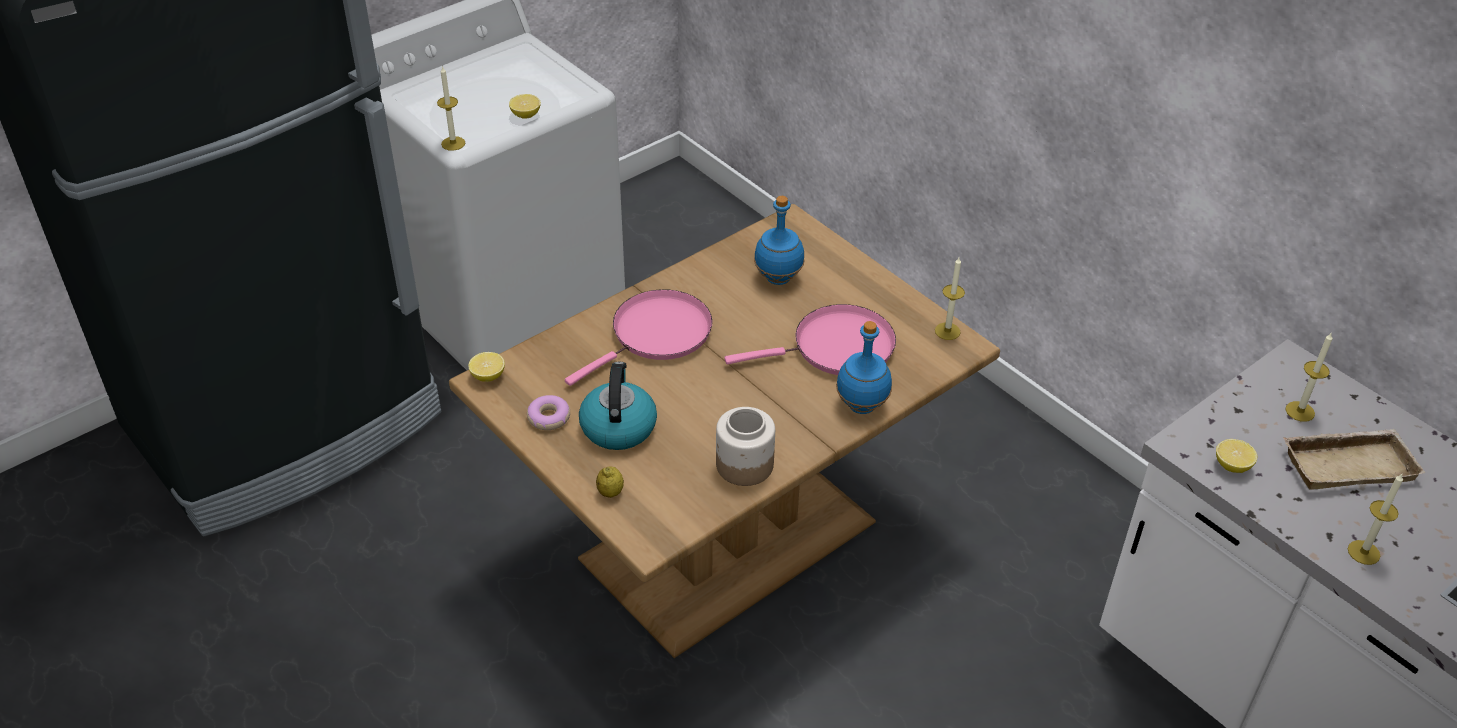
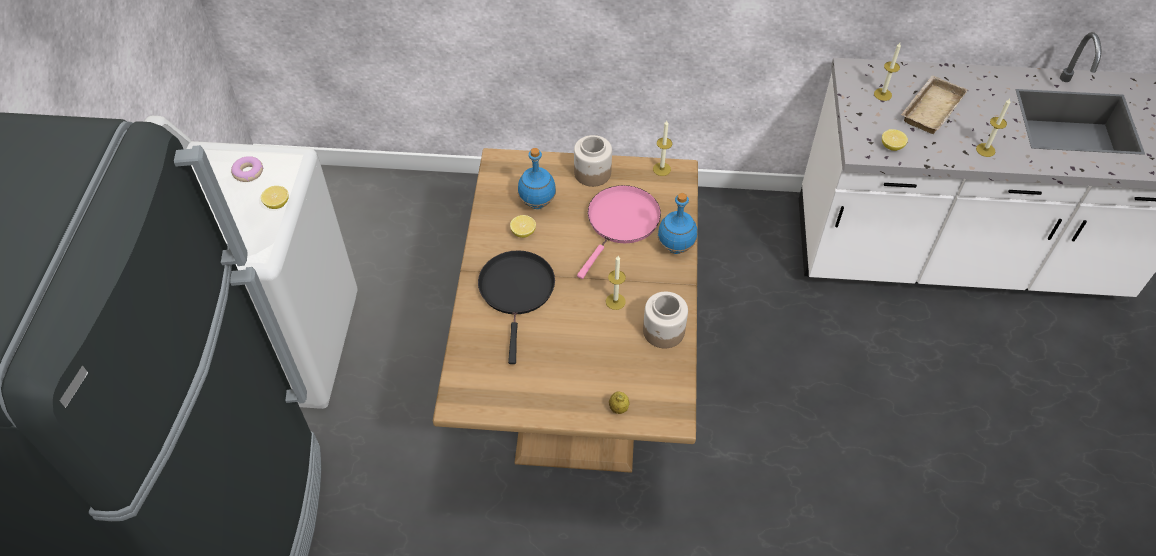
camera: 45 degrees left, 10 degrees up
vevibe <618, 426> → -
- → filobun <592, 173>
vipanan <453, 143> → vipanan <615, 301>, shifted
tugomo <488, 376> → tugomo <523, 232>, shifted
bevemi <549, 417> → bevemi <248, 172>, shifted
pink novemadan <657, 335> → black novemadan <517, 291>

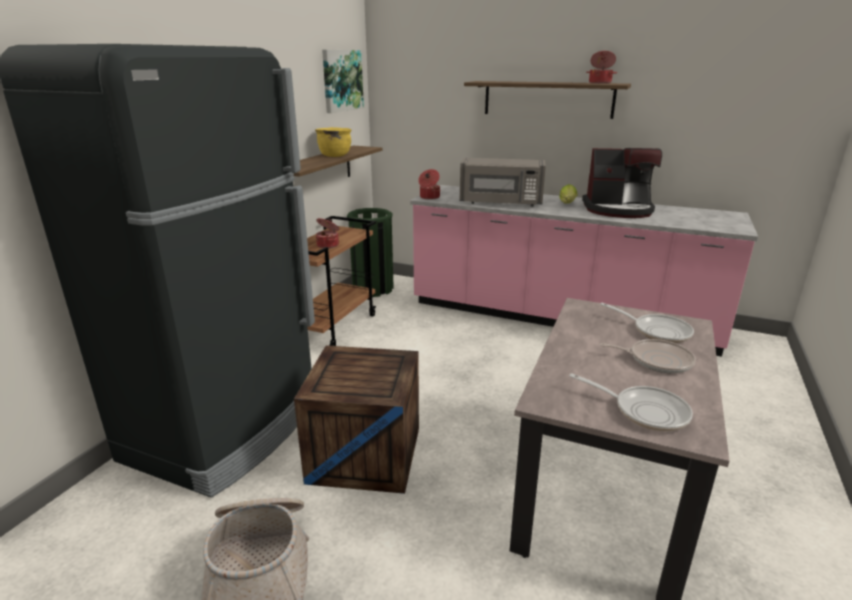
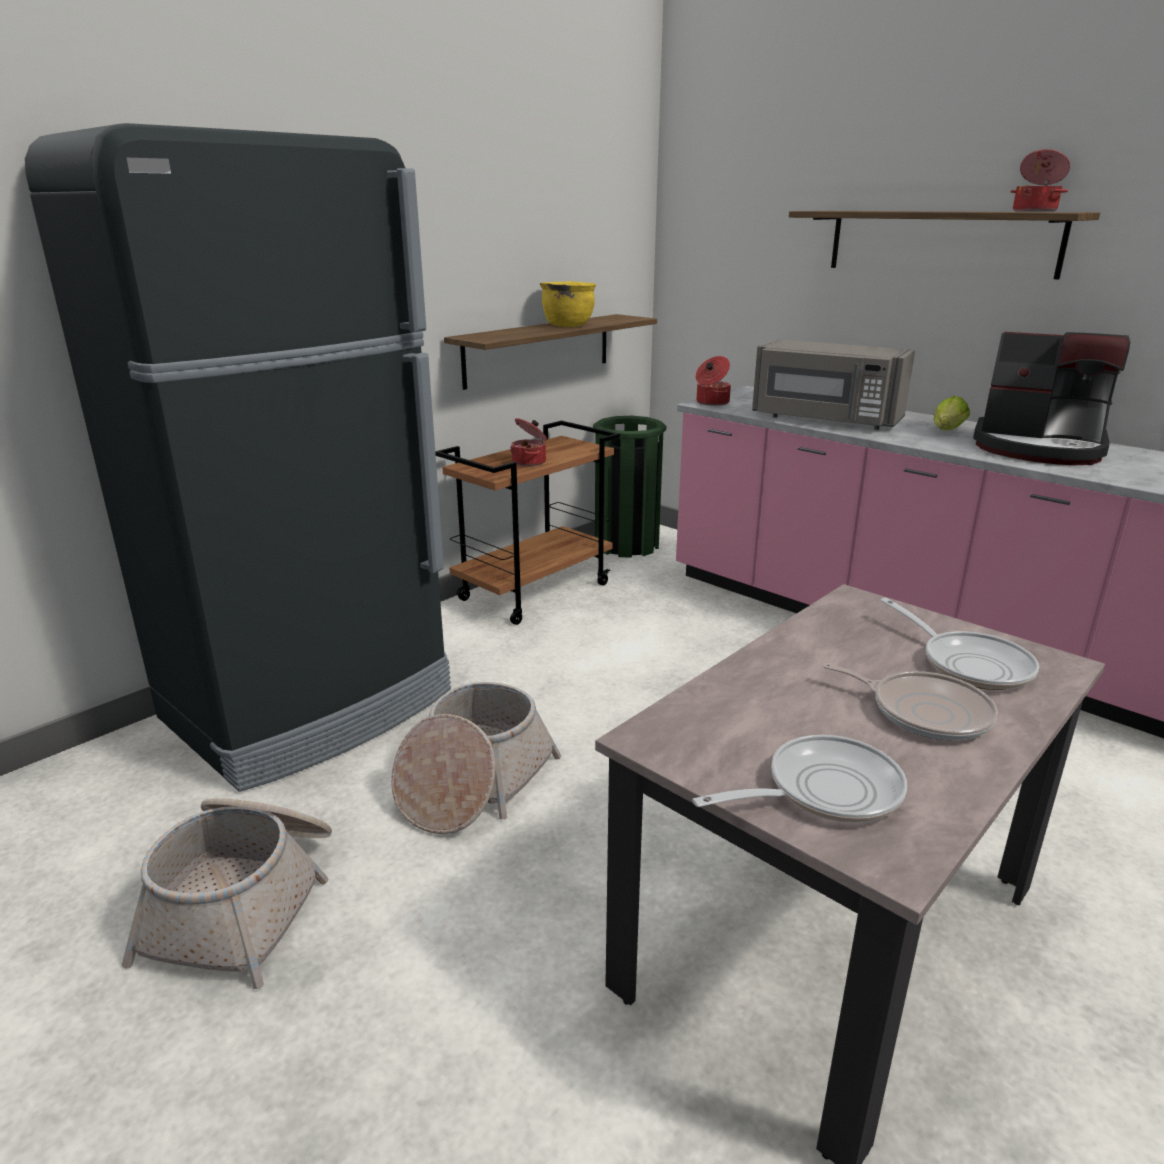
camera: 20 degrees right, 0 degrees up
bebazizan <341, 80> → -
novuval <365, 454> → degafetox <474, 783>
novemadan <644, 411> → novemadan <823, 791>, 75 degrees counterclockwise

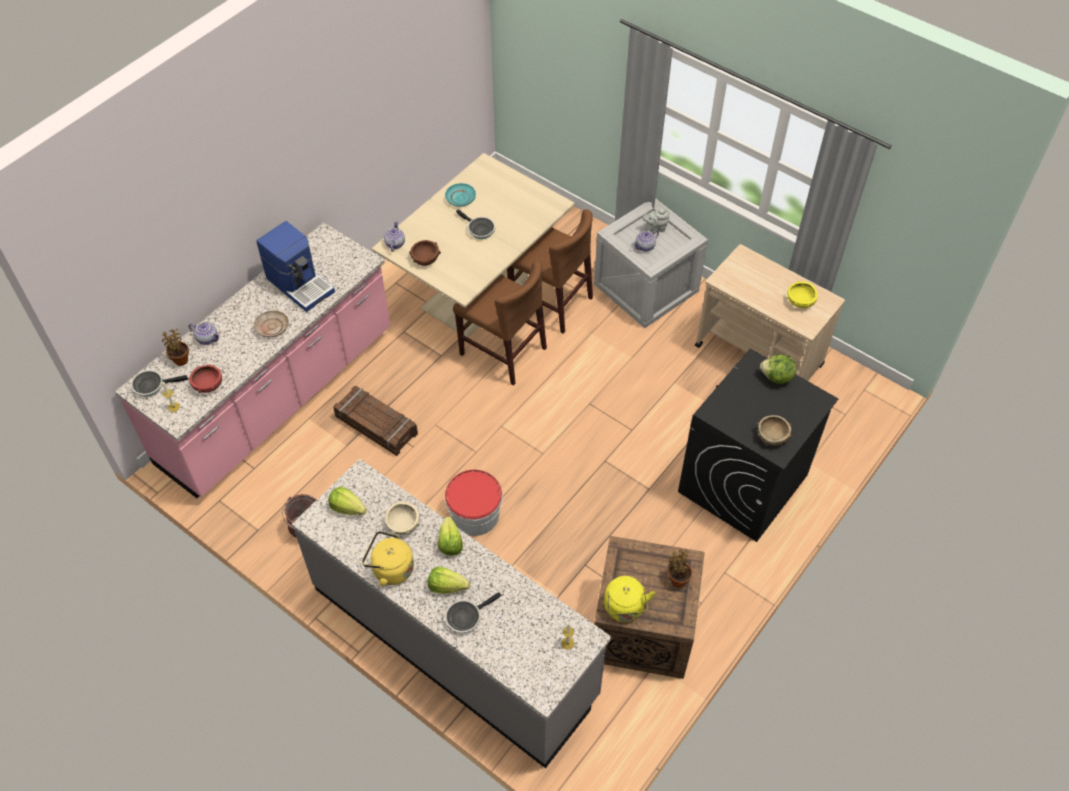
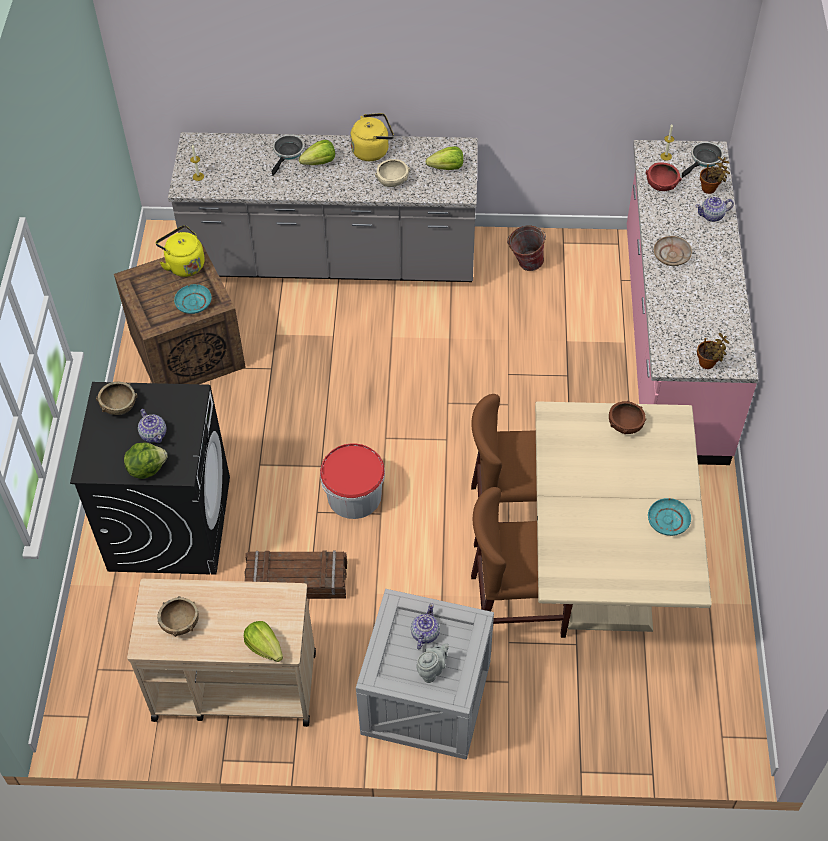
camera: 145 degrees right, 0 degrees up
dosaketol <300, 284> → -
novemadan <479, 229> → -
- → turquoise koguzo <193, 303>
novuval <376, 426> → novuval <296, 580>, shifted
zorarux <395, 244> → zorarux <154, 434>, shifted
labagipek <450, 543> → labagipek <264, 647>, shifted
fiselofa <475, 514> → fiselofa <354, 495>, shifted
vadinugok <677, 579> → vadinugok <708, 364>, shifted
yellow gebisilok <800, 301> → brown gebisilok <180, 623>

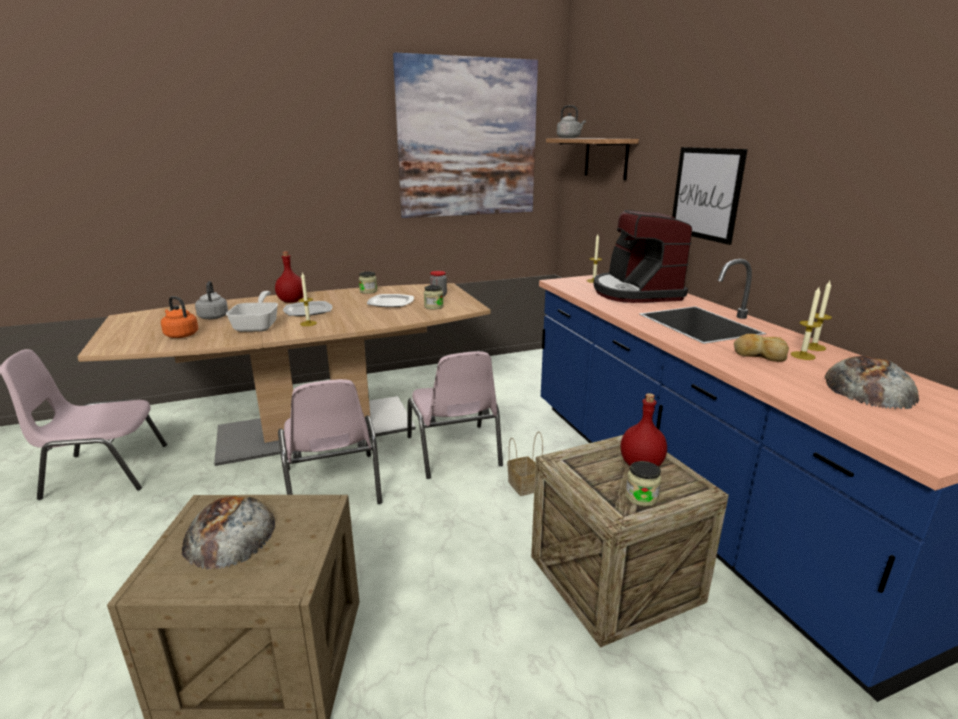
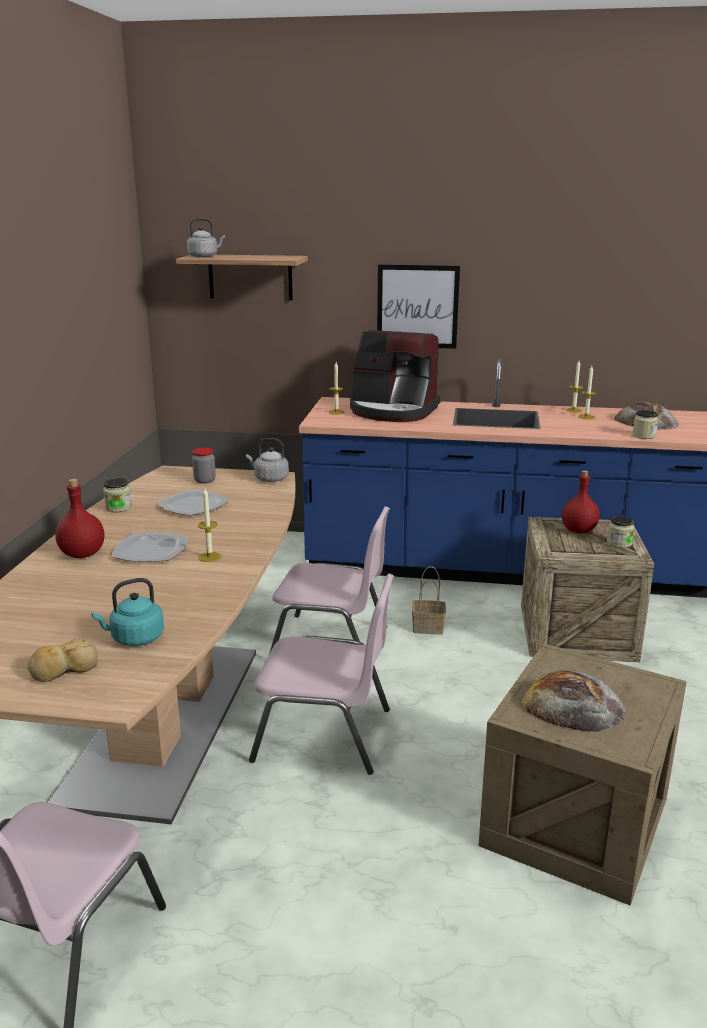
camera: 60 degrees left, 0 degrees up
novemadan <258, 325> → -
bebazizan <468, 139> → -
grey vevibe <214, 316> → grey vevibe <269, 479>, shifted
filobun <433, 307> → filobun <644, 436>, shifted
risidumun <759, 355> → risidumun <63, 669>, shifted
orange vevibe <180, 335> → turquoise vevibe <135, 639>

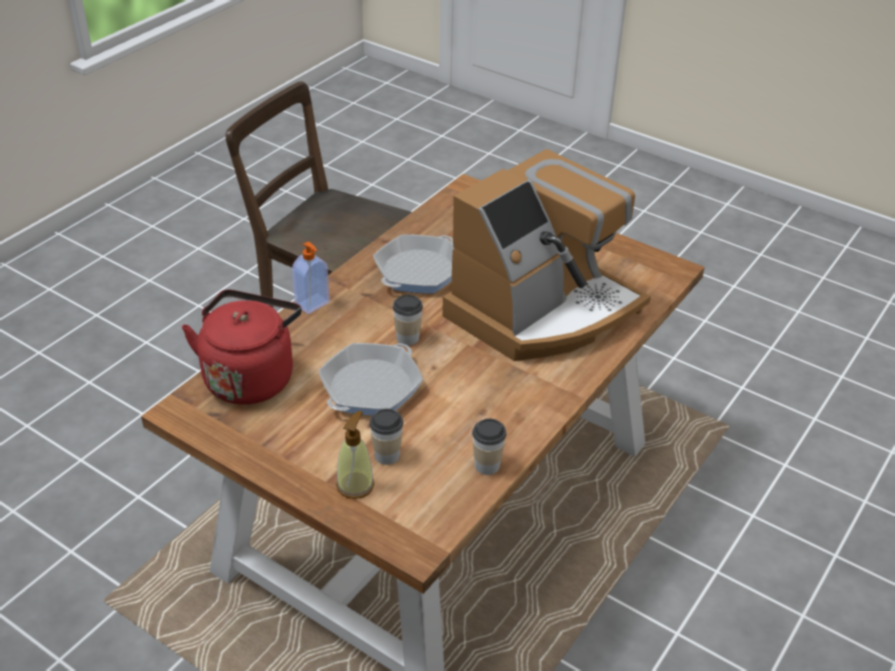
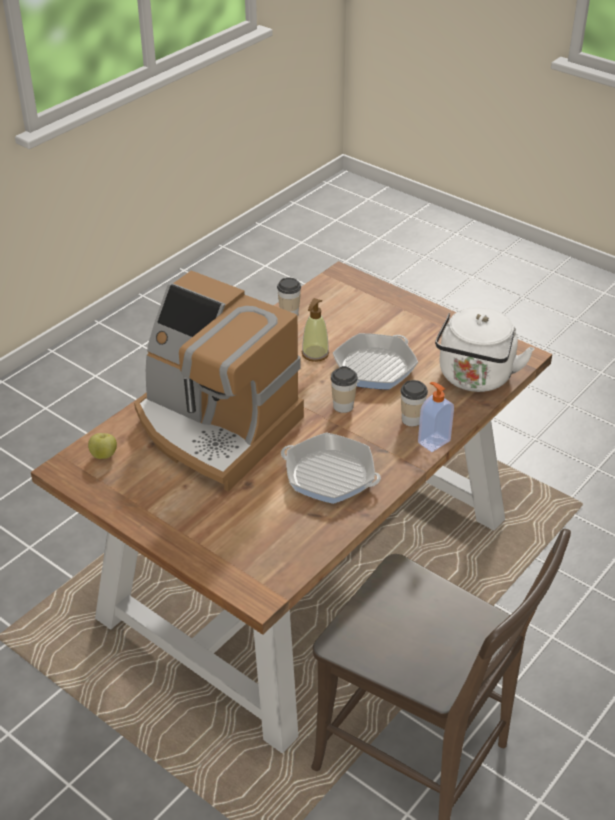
camera: 175 degrees left, 0 degrees up
- → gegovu <104, 455>
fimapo <355, 485> → fimapo <315, 354>, shifted
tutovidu <387, 455> → tutovidu <411, 419>, shifted
red vevibe <250, 376> → white vevibe <475, 378>
novemadan <418, 271> → novemadan <329, 475>, 75 degrees clockwise
dosaketol <543, 311> → dosaketol <214, 427>, 105 degrees counterclockwise

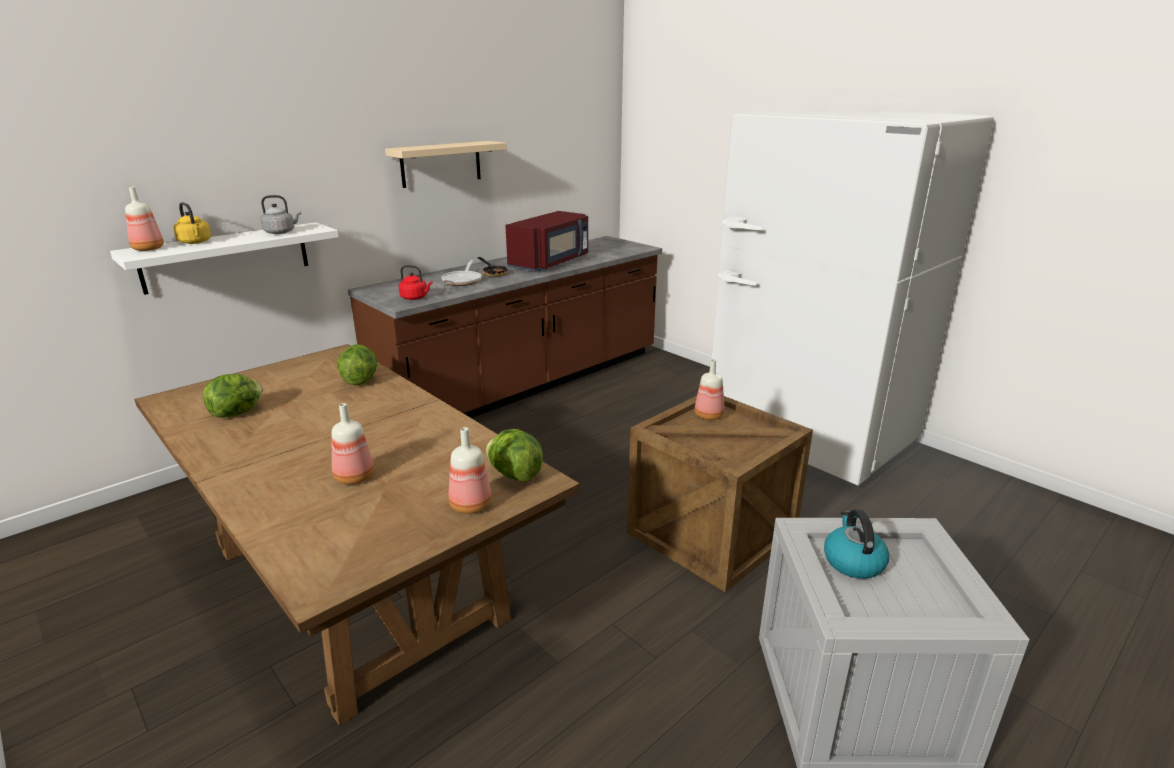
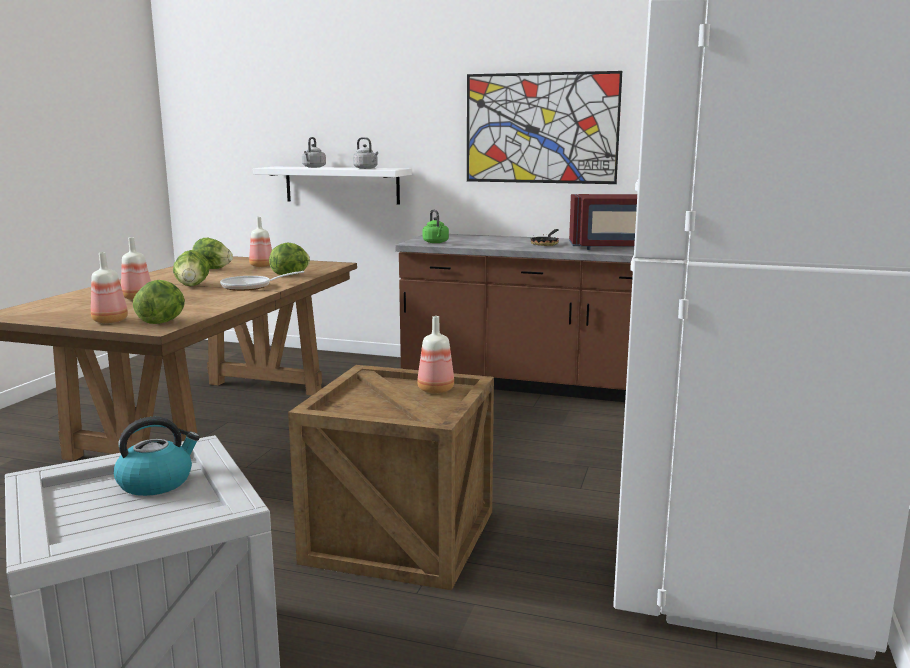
camera: 60 degrees right, 10 degrees down
- → labagipek <192, 285>
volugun <147, 249> → volugun <261, 266>, shifted
novemadan <463, 280> → novemadan <251, 287>, shifted
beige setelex <441, 164> → bebazizan <541, 128>
yellow vevibe <195, 242> → grey vevibe <313, 167>
red vevibe <415, 298> → green vevibe <436, 242>

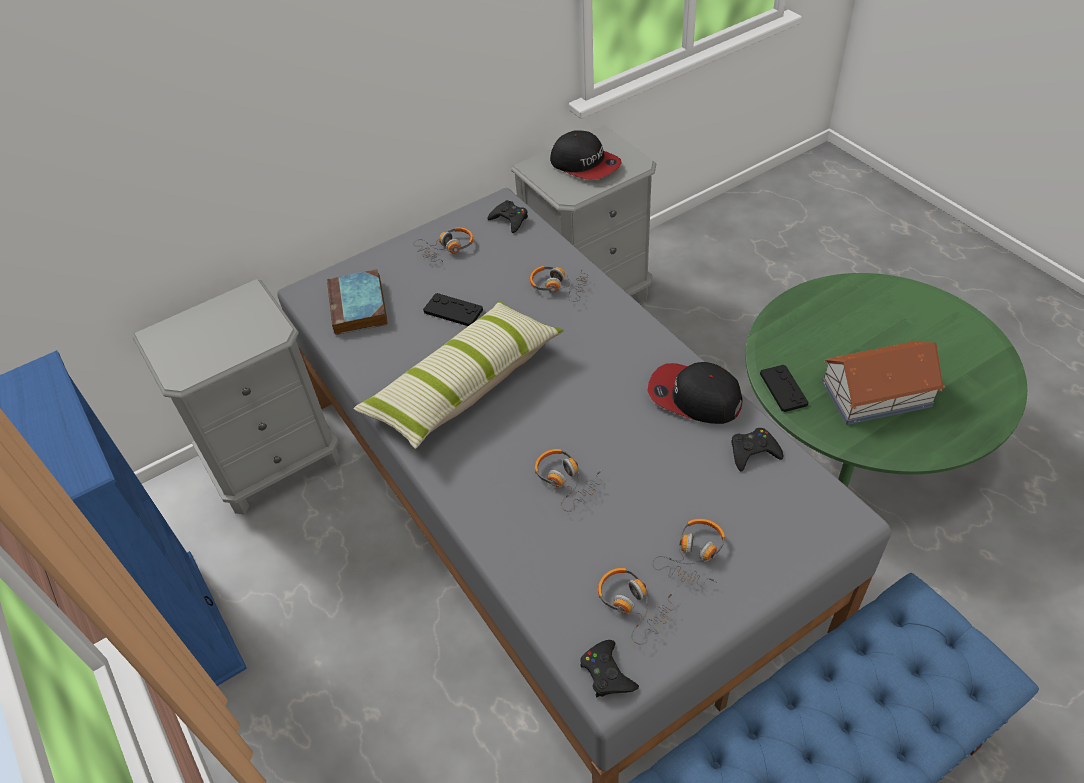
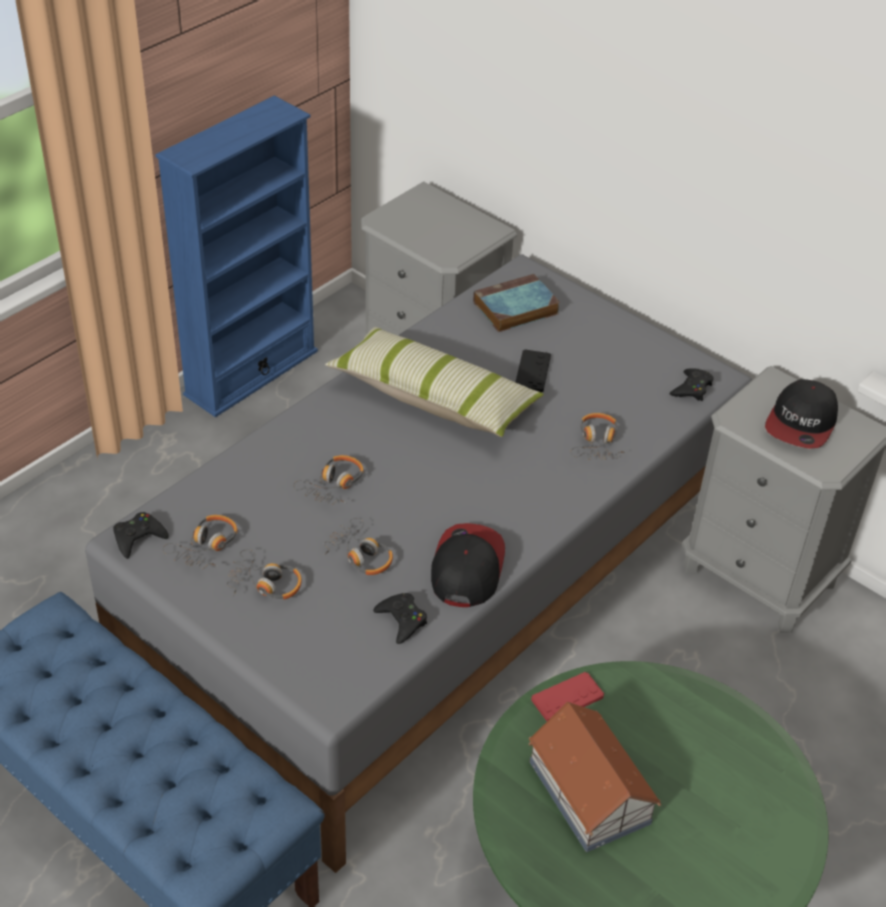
camera: 70 degrees right, 5 degrees down
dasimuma <447, 249> → dasimuma <360, 555>, shifted
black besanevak <783, 389> → red besanevak <567, 698>

